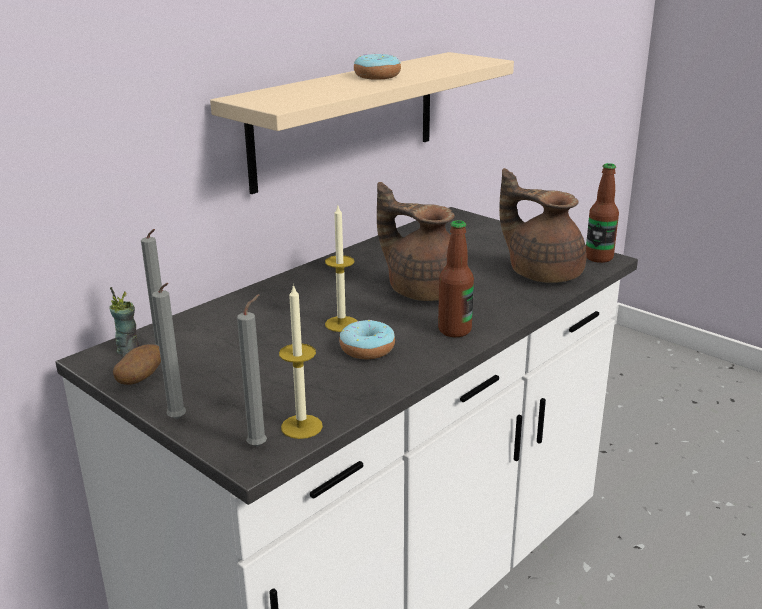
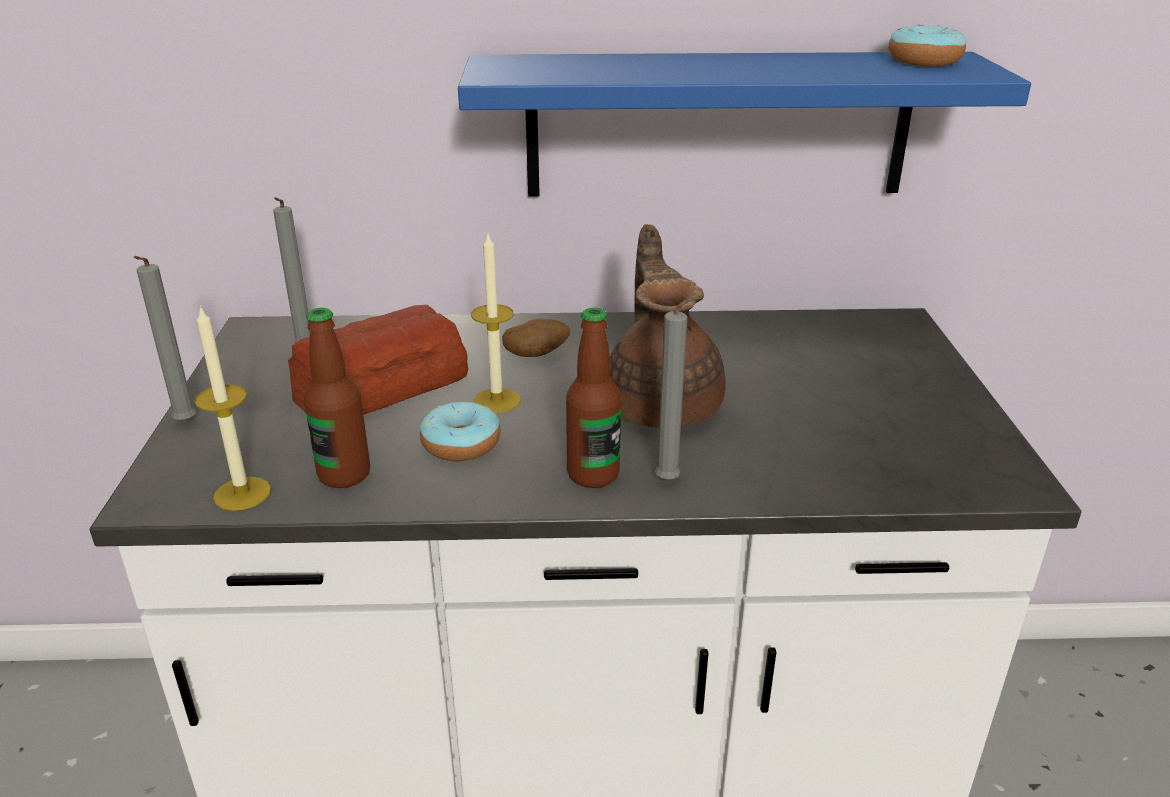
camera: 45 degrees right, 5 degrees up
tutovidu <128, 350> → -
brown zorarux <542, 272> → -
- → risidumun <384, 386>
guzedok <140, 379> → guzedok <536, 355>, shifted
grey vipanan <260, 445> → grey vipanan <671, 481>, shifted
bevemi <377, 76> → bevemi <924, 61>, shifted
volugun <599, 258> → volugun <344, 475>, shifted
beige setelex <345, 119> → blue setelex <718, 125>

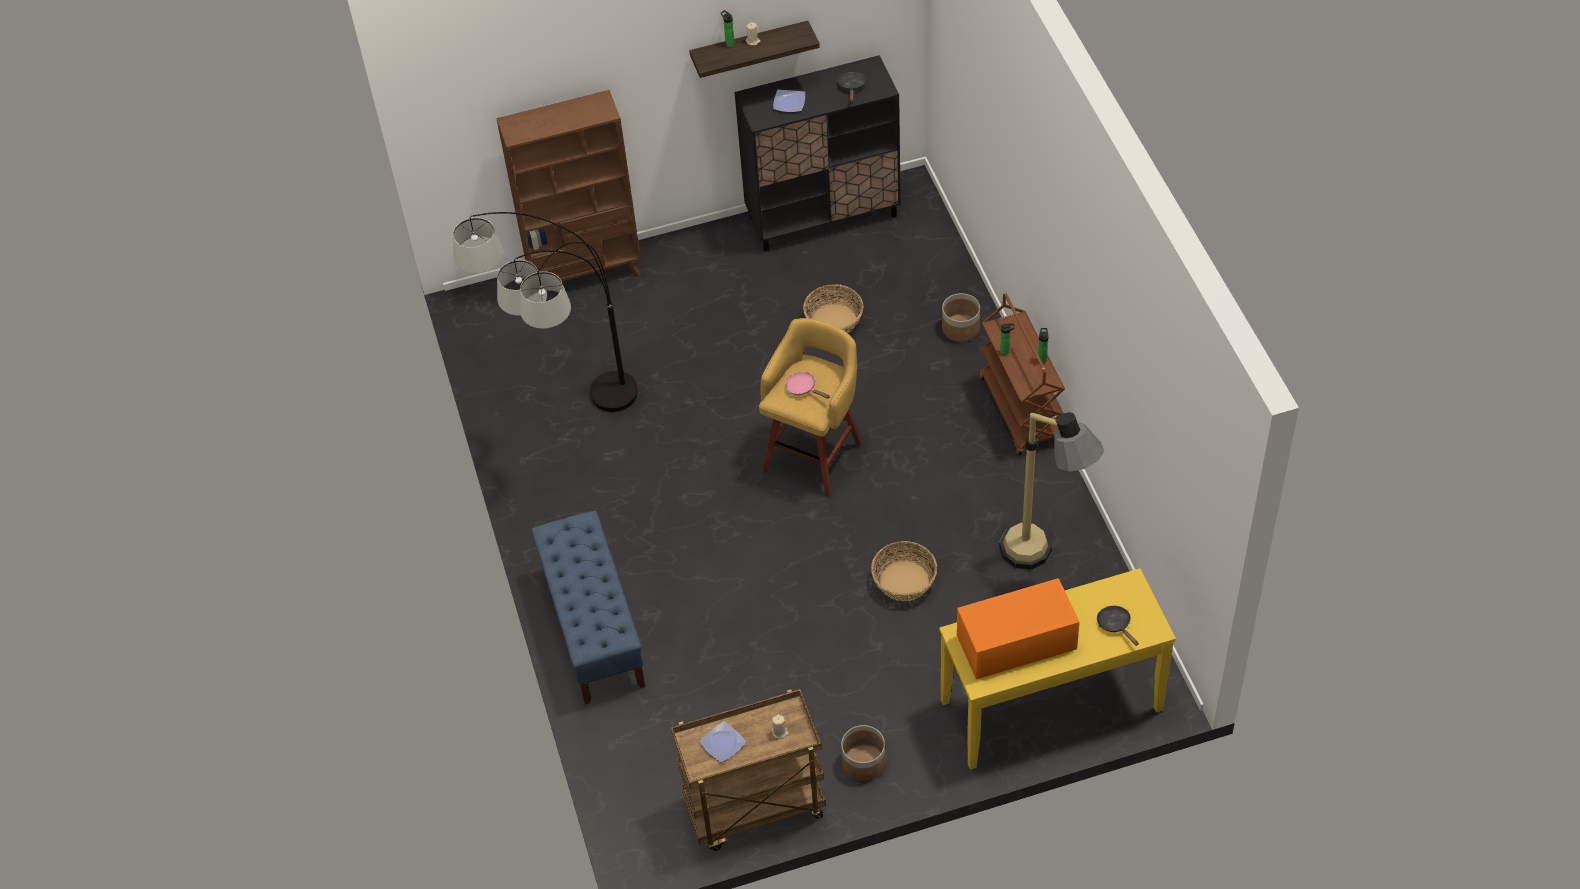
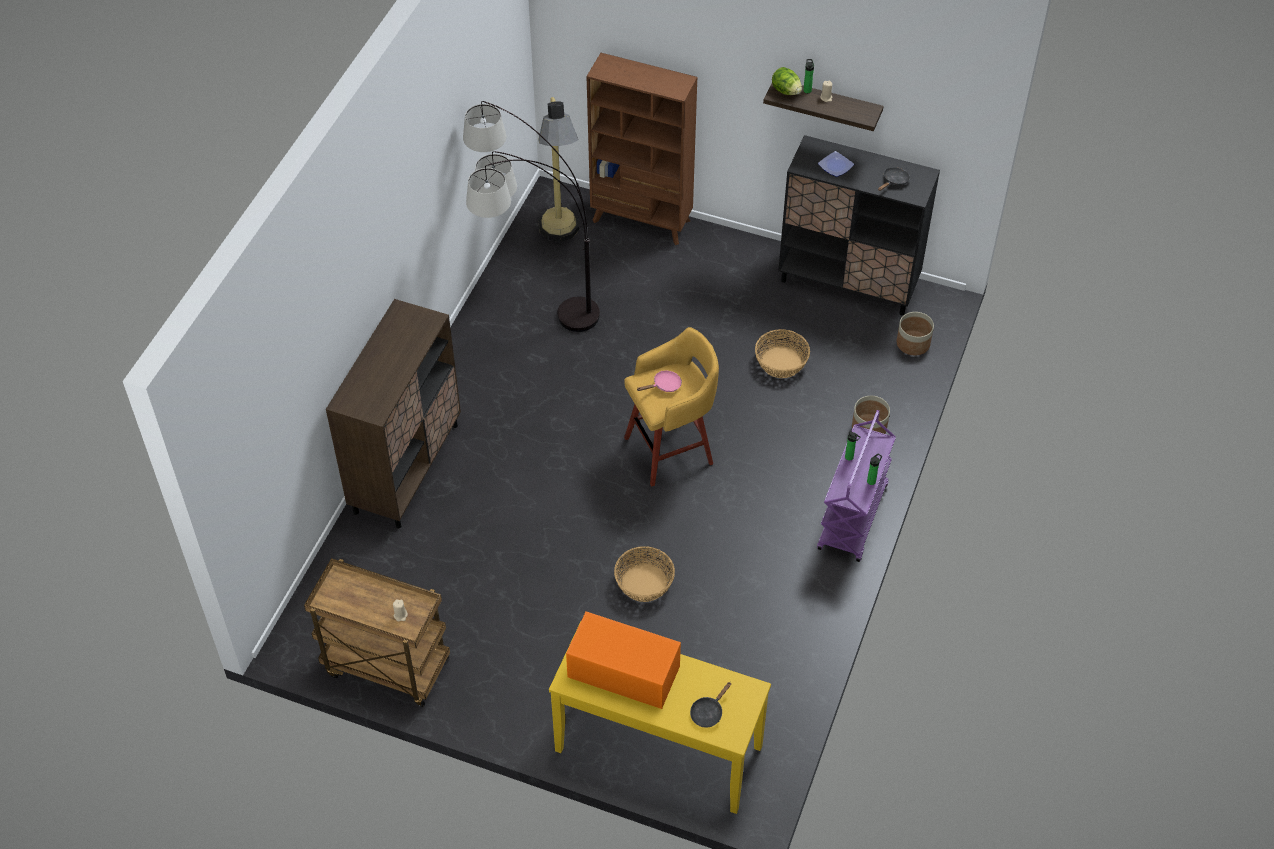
camera: 35 degrees right, 0 degrees up
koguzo <723, 744> → -
- → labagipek <786, 91>
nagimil <864, 762> → nagimil <913, 343>, shifted
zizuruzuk <1044, 561> → zizuruzuk <561, 241>, shifted
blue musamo <593, 628> → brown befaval <406, 468>
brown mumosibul <1021, 411> → purple mumosibul <853, 518>
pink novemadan <803, 388> → pink novemadan <664, 385>, 75 degrees clockwise
black novemadan <1115, 625> → black novemadan <708, 712>, 150 degrees counterclockwise

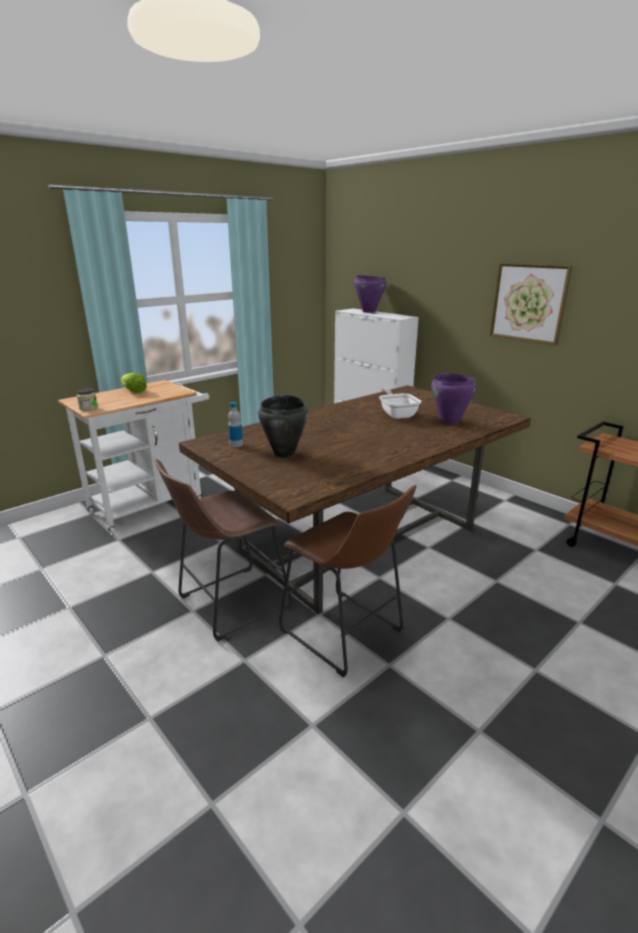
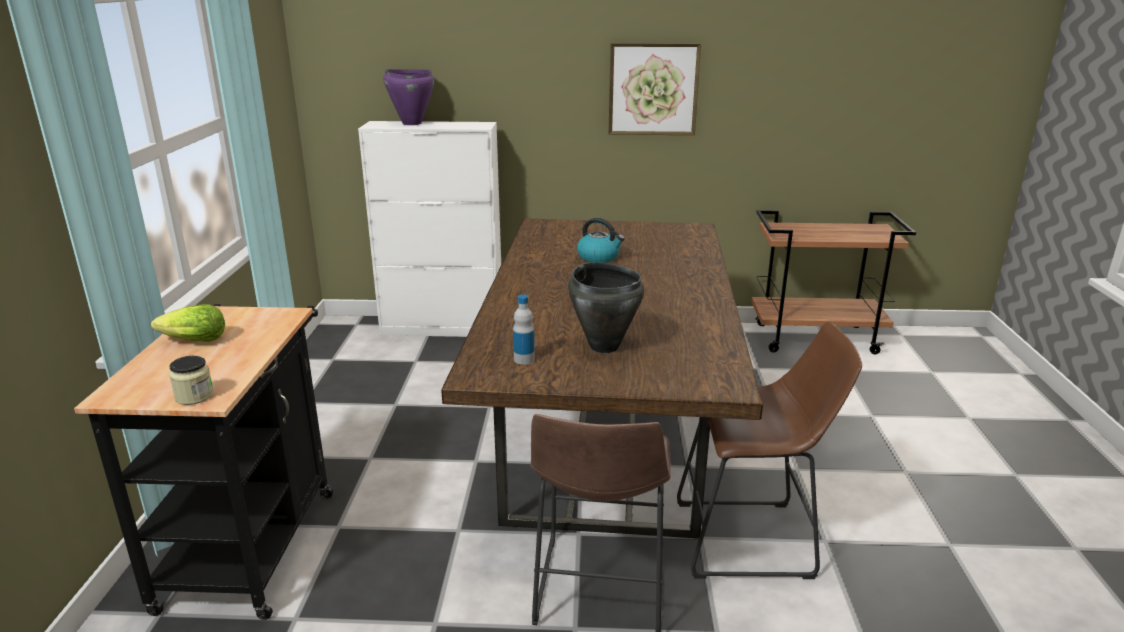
camera: 45 degrees left, 0 degrees up
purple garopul <449, 422> → -
novemadan <397, 414> → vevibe <599, 257>
white mumosibul <153, 504> → black mumosibul <253, 540>

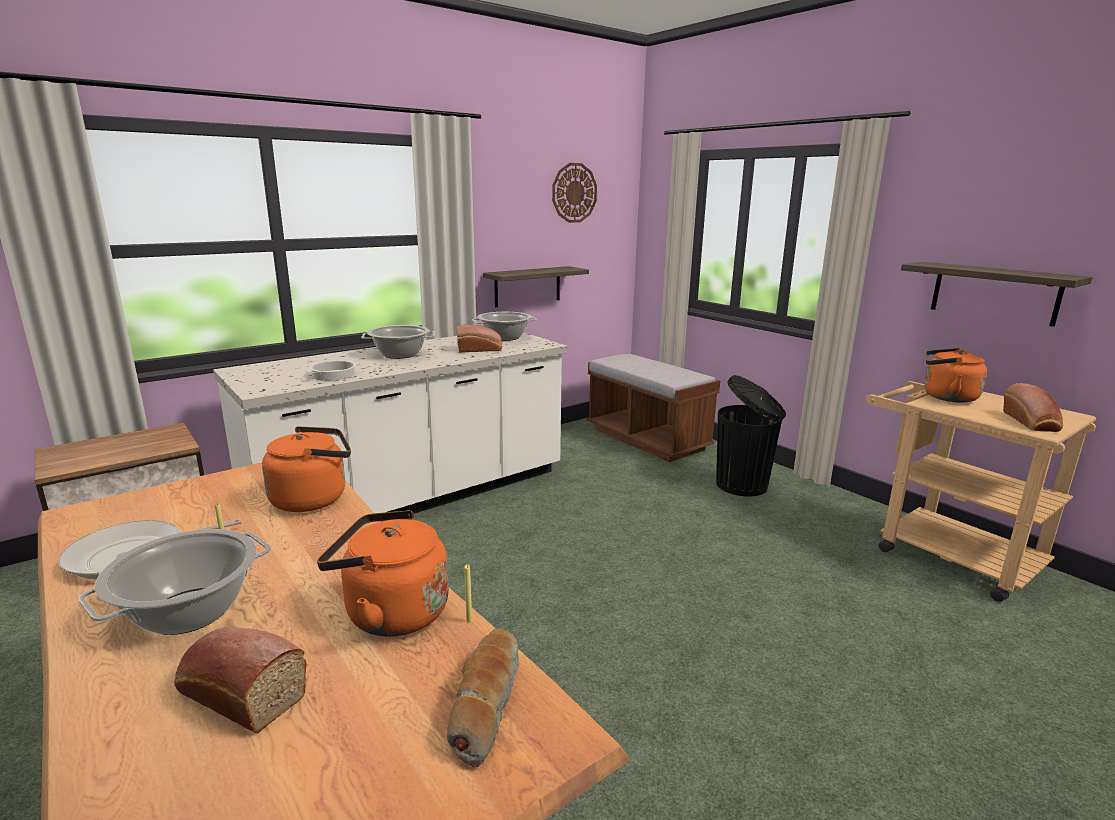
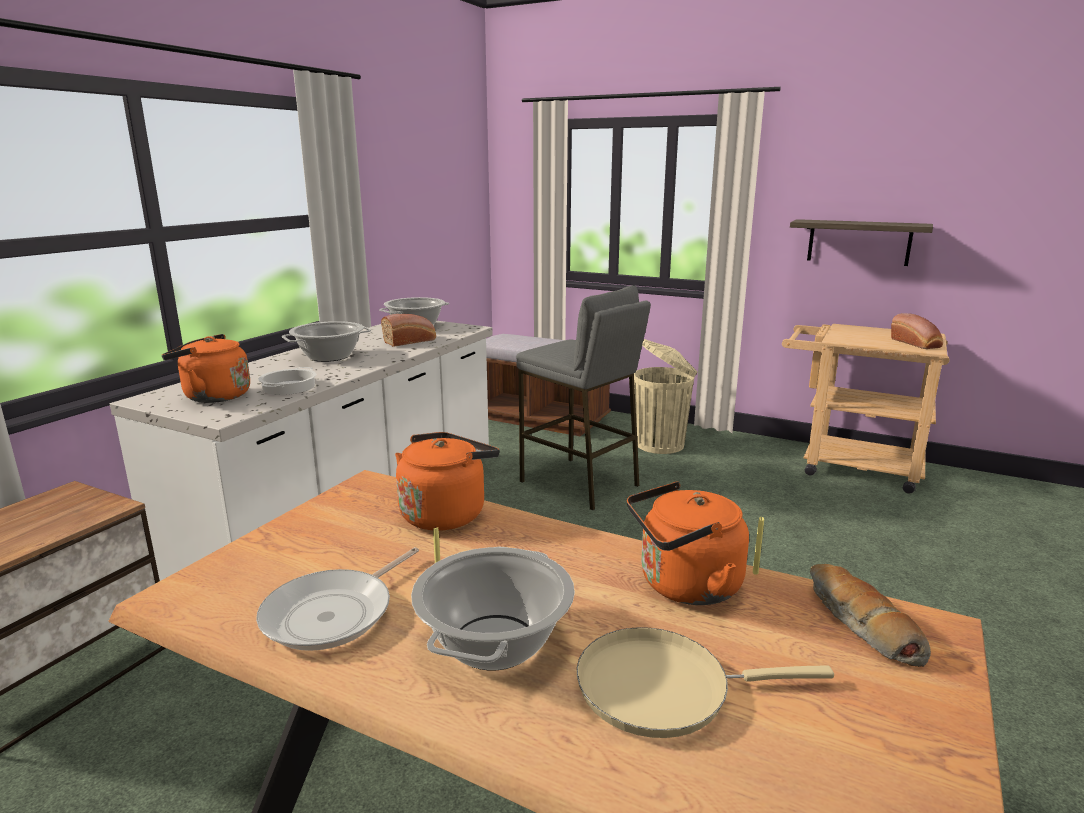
camera: 25 degrees left, 0 degrees up
setelex <527, 286> → -
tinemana <574, 193> → -
- → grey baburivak <579, 483>
orange vevibe <946, 397> → orange vevibe <213, 396>, shifted
risidumun <239, 693> → beige novemadan <663, 688>
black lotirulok <743, 485> → beige lotirulok <661, 444>

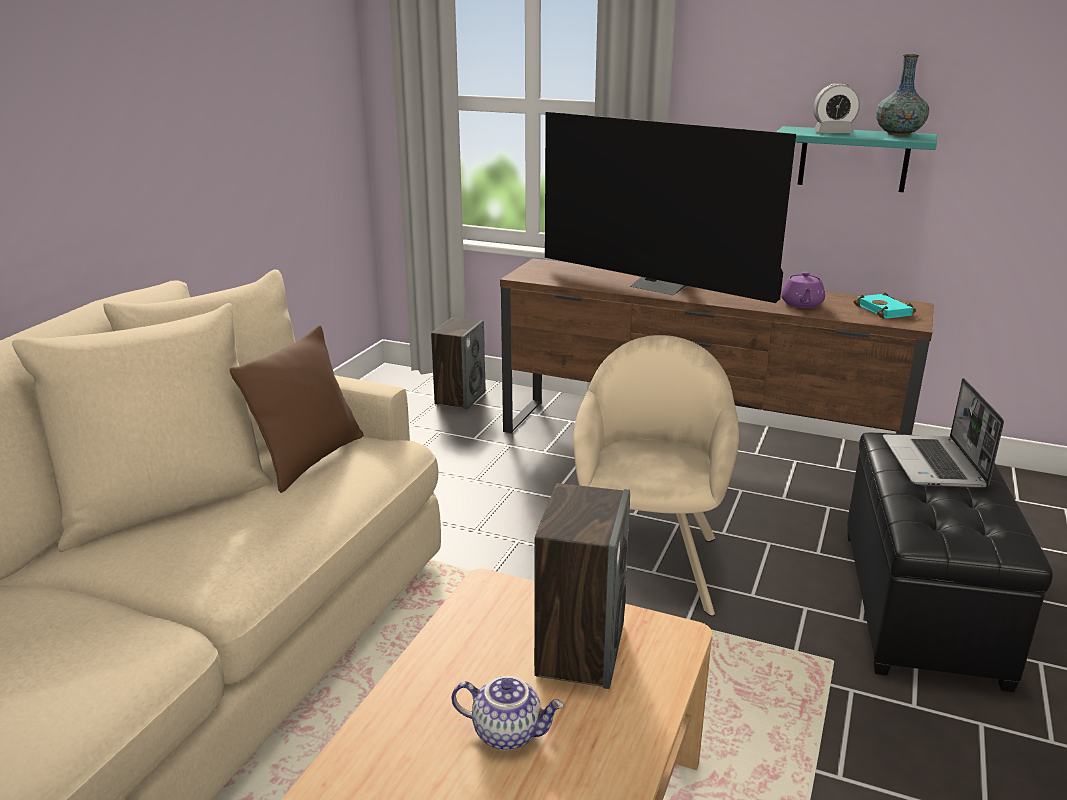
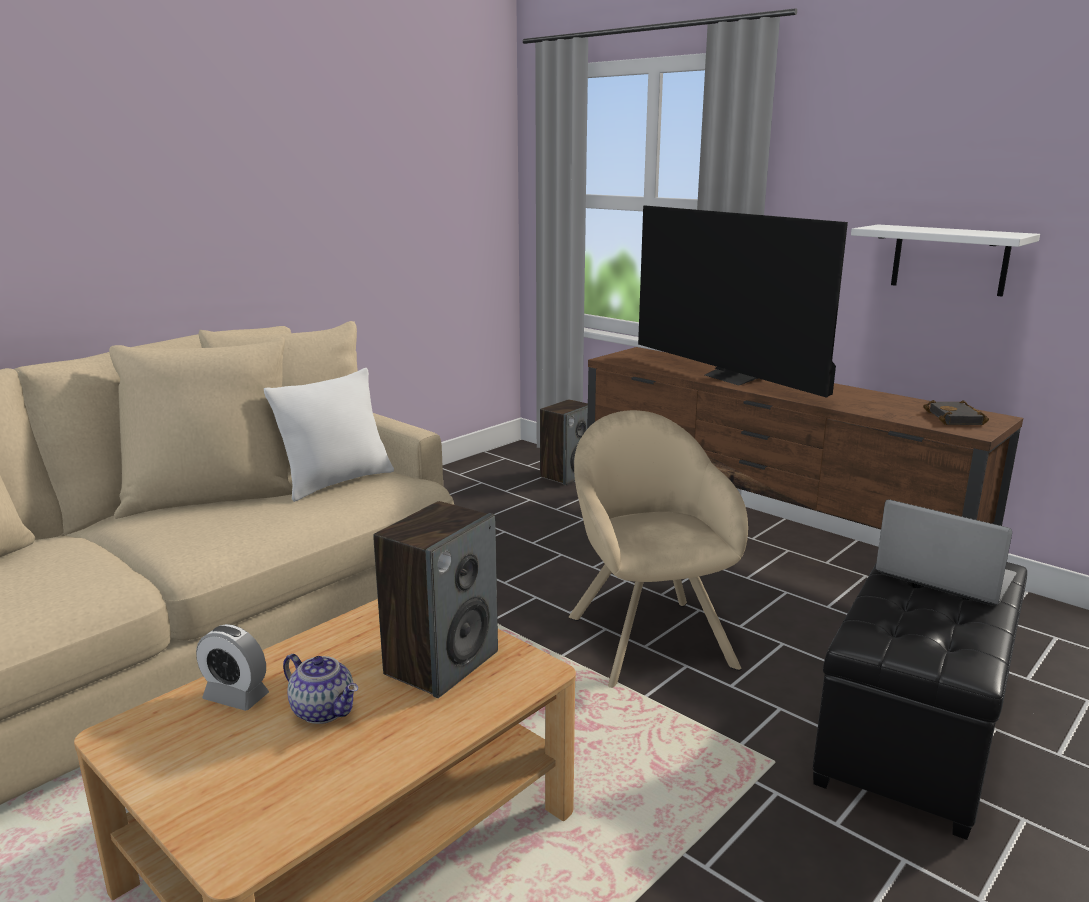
camera: 20 degrees right, 5 degrees down
purple zorarux <801, 304> → -
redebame <898, 134> → -
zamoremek <832, 133> → zamoremek <236, 697>, shifted
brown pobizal <309, 459> → white pobizal <337, 482>
turquoise setelex <853, 159> → white setelex <949, 259>
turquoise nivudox <886, 311> → black nivudox <957, 419>
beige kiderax <649, 561> → beige kiderax <647, 636>, 45 degrees counterclockwise
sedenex <935, 464> → sedenex <942, 576>, 105 degrees clockwise

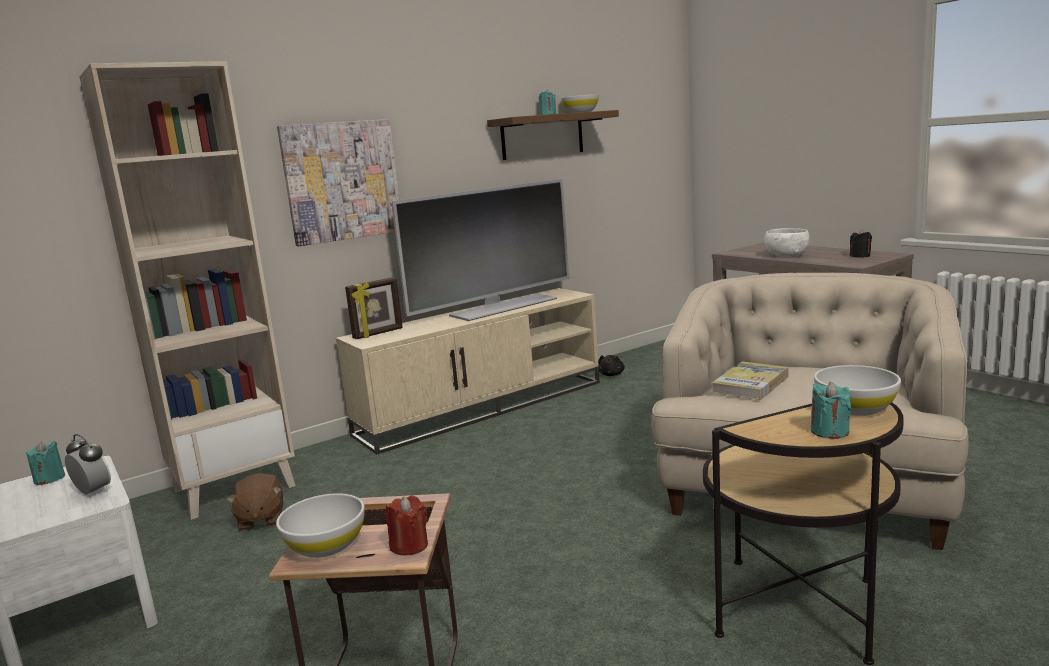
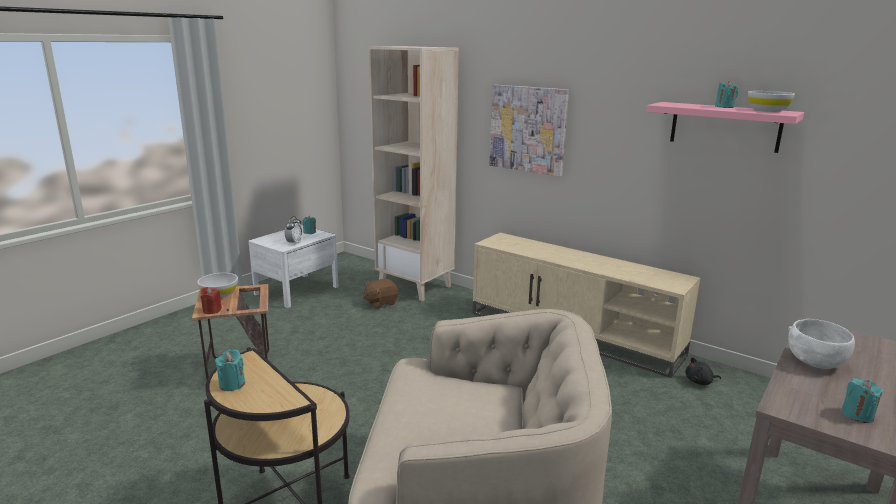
camera: 70 degrees right, 5 degrees up
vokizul <378, 334> → -
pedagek <502, 307> → -
nivudox <750, 384> → -
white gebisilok <855, 408> → -
brown setelex <542, 136> → pink setelex <725, 126>
black vipanan <860, 256> → turquoise vipanan <857, 415>

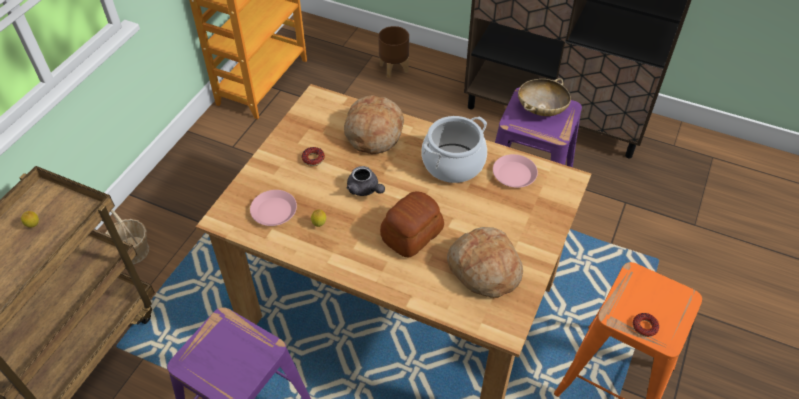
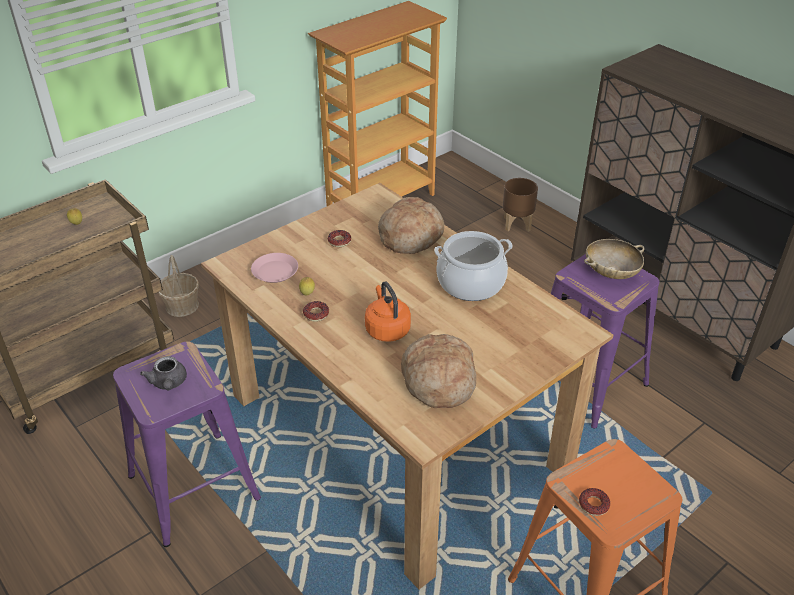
camera: 25 degrees right, 10 degrees down
pink koguzo <514, 174> → -
- → bevemi <316, 314>
grey zorarux <365, 190> → grey zorarux <168, 384>, shifted
risidumun <411, 234> → orange vevibe <386, 329>

